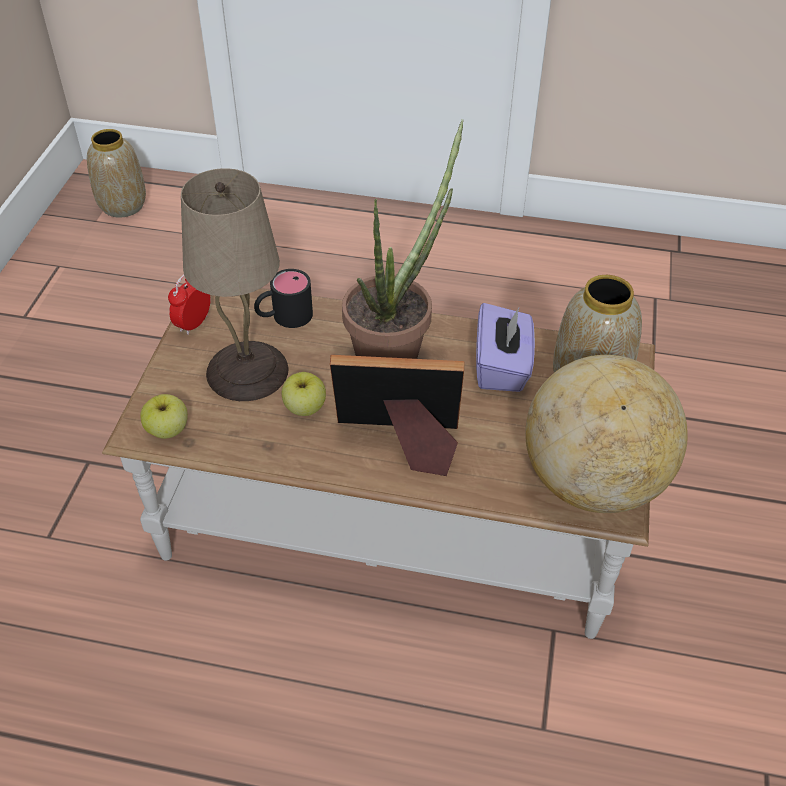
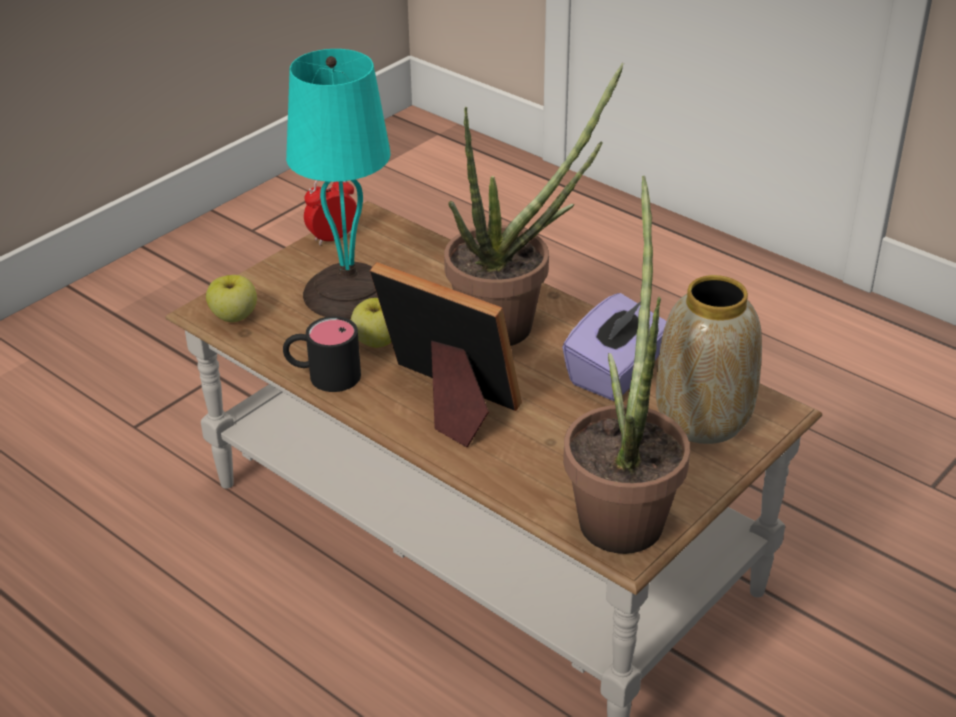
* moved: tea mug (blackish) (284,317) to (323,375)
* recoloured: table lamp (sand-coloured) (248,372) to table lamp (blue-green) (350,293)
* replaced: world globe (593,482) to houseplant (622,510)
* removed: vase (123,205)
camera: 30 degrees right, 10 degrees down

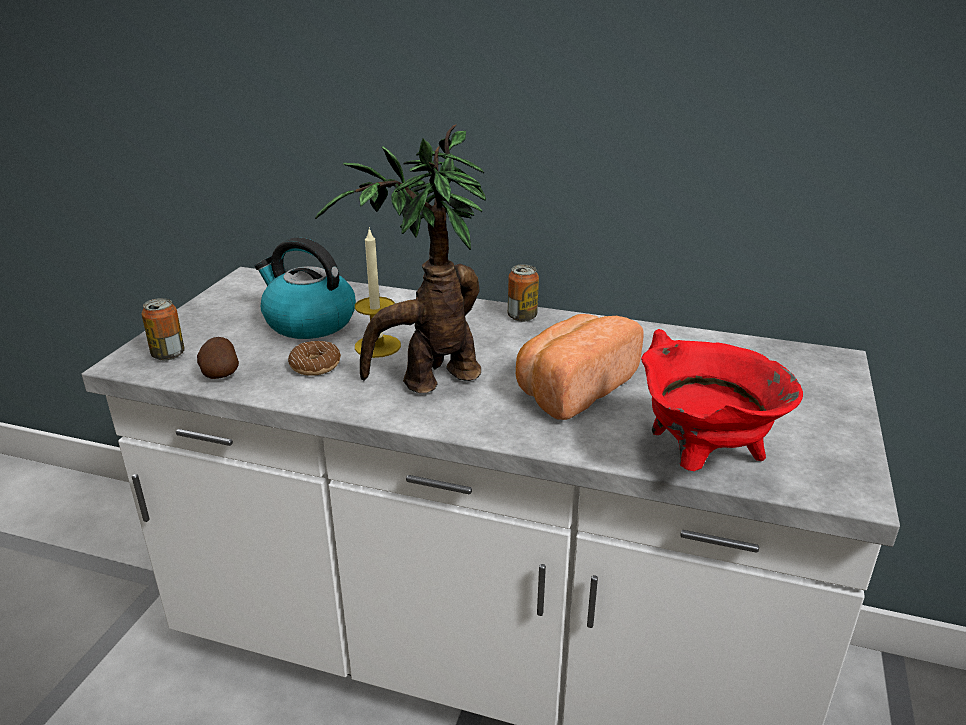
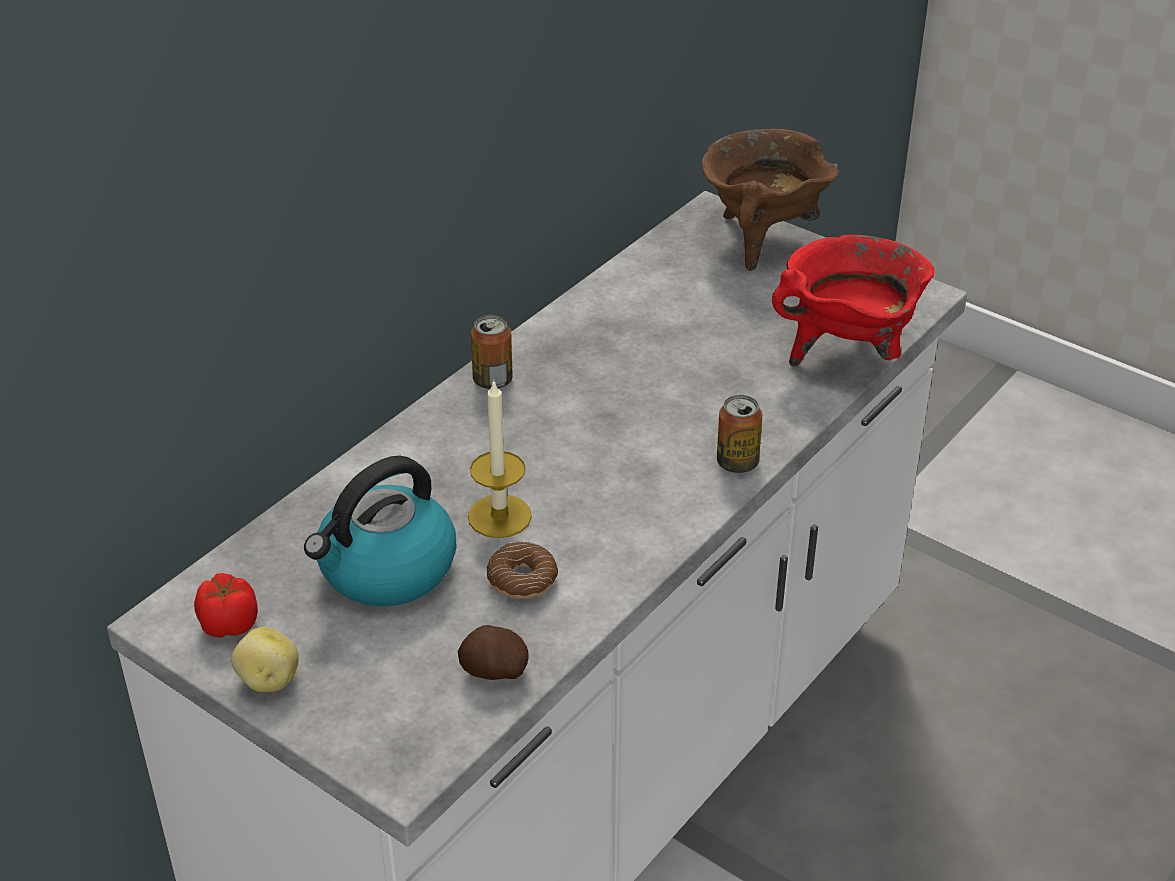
* added: fresh tomato (229,623)
* added: spud (268,680)
* added: stockpot (brownish) (761,240)
* moved: can (168,354) to (737,463)
* removed: houseplant (429,380)
* removed: baked bread (572,388)
camera: 70 degrees left, 10 degrees up

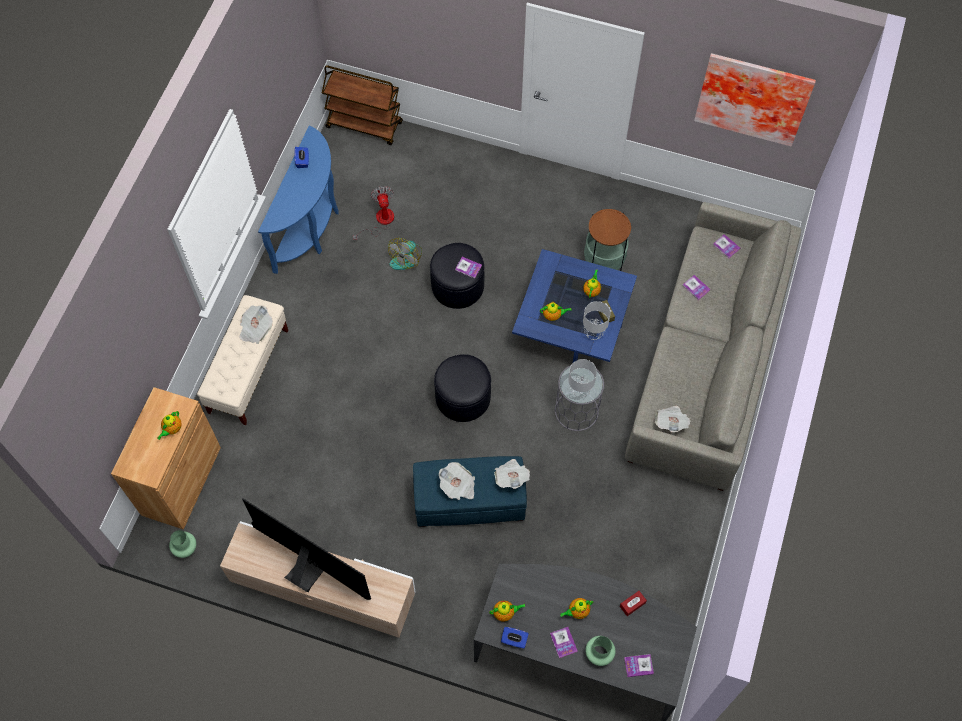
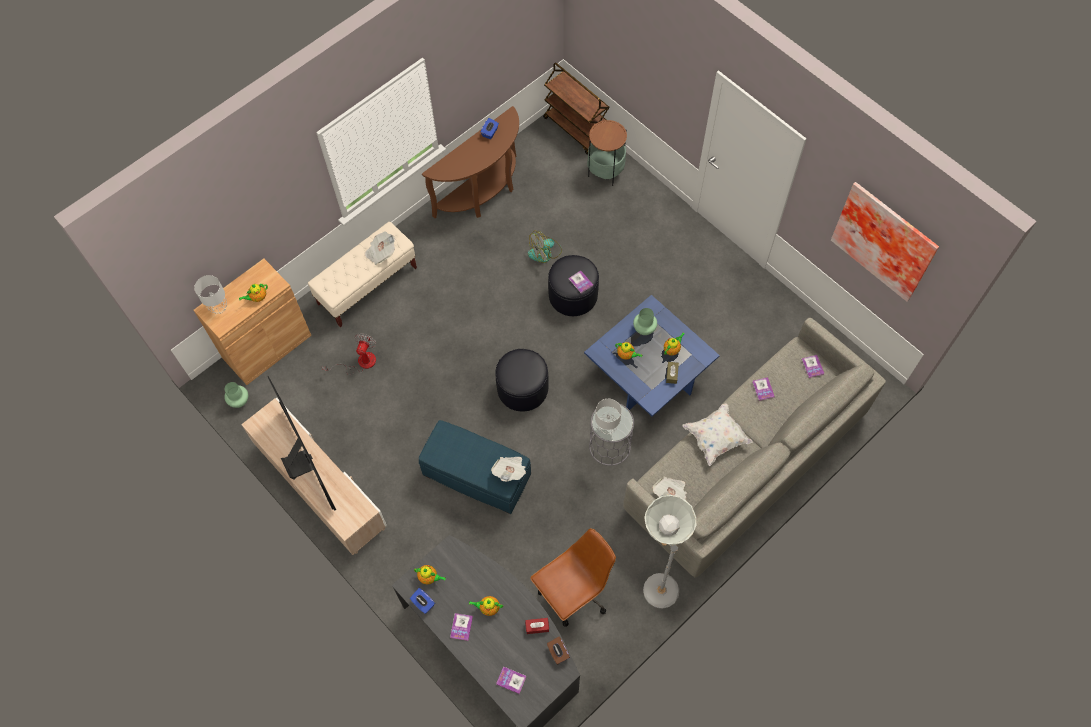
* moved: table lamp (grey) (593,334) to (219,308)
* moved: fan (380,221) to (360,362)
* recoloured: console table (bluish) (311,228) to console table (brownish) (483,193)
* added: desk chair (brownish) (574,592)
* added: tissue box (brownish) (558,652)
* moved: end table (603,261) to (605,171)
* moved: vase (green) (598,653) to (644,328)
* added: standing lamp (grey) (655,585)
* added: cushion (white-coloured) (716,438)
* removed: daily paper (458,486)
camera: 30 degrees right, 0 degrees up

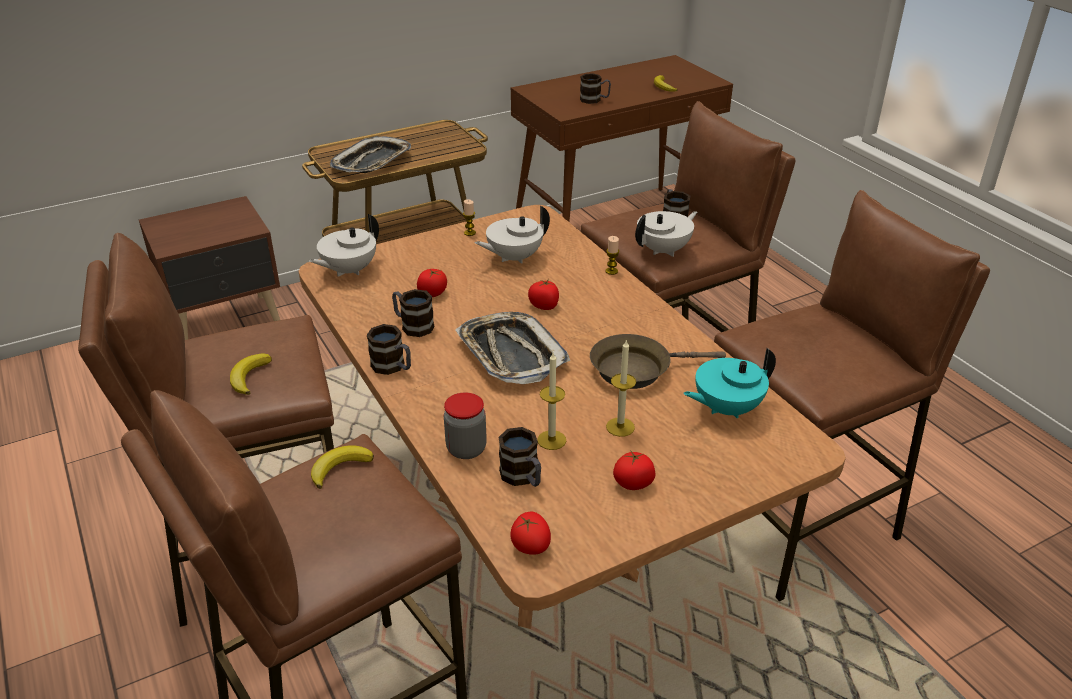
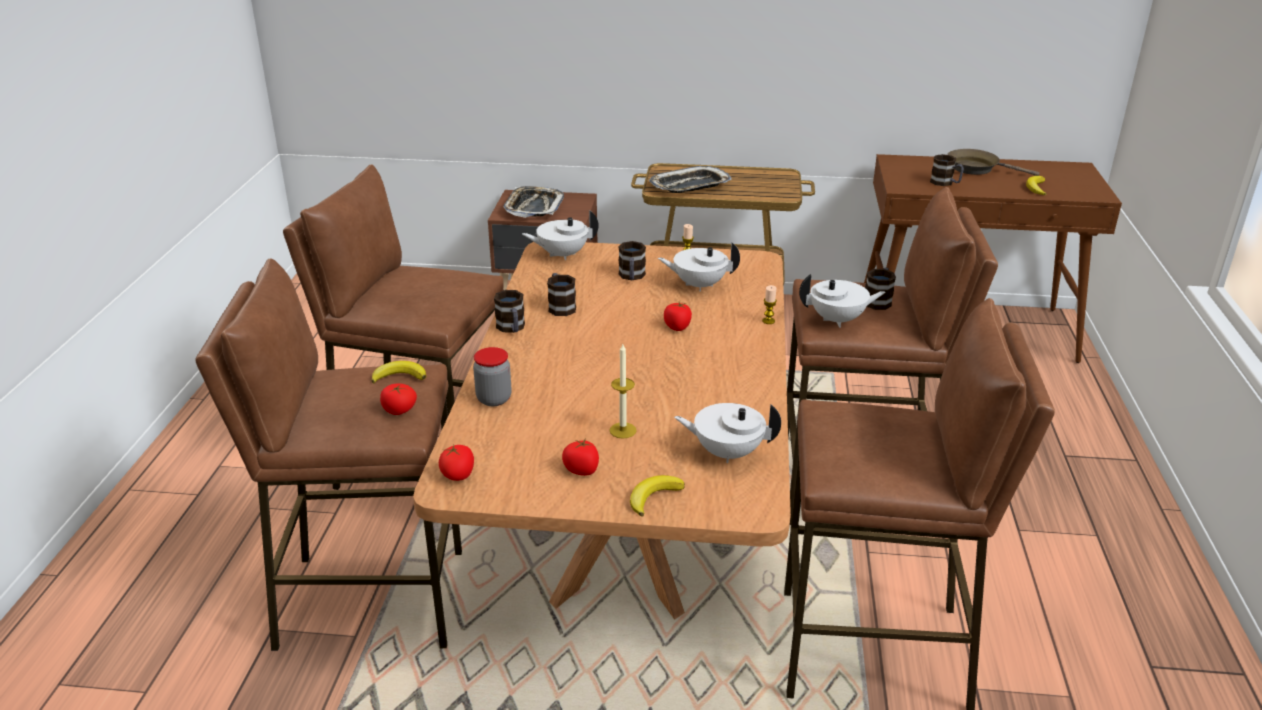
* moved: fresh tomato (432,293) to (399,411)
* moved: serving tray (511,354) to (533,207)
* moved: tea mug (523,477) to (631,277)
* moved: banana fruit (249,377) to (653,497)
* recoloured: pot for tea (blue-green) (726,408) to pot for tea (white-coloured) (727,452)
* moved: skillet (brownish) (636,369) to (976,168)
* removed: wax candle (551,440)
camera: 35 degrees right, 5 degrees down

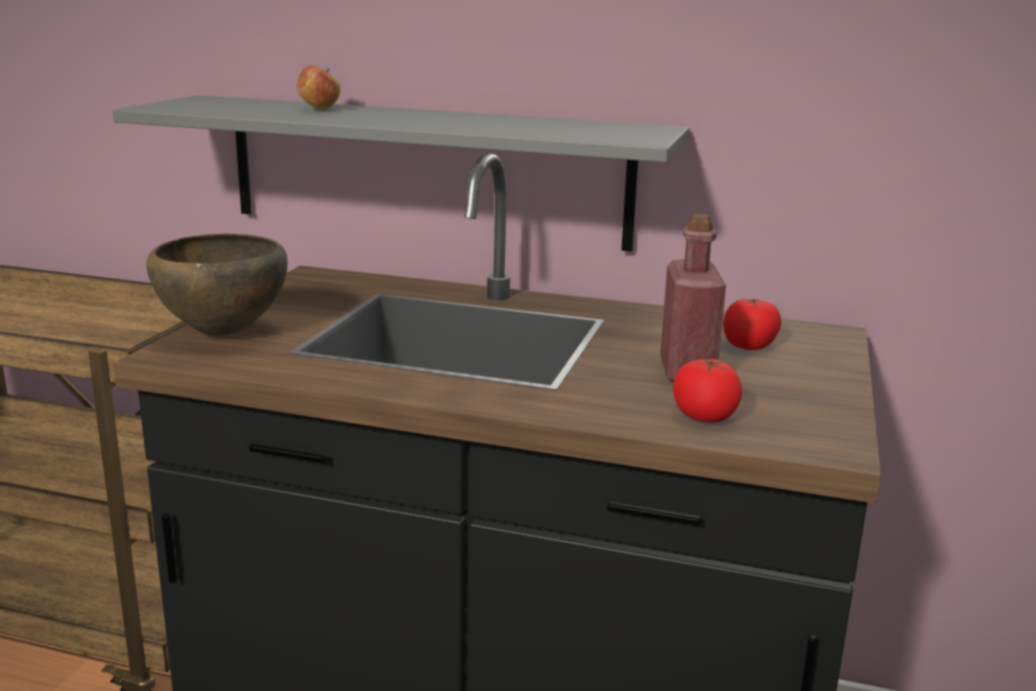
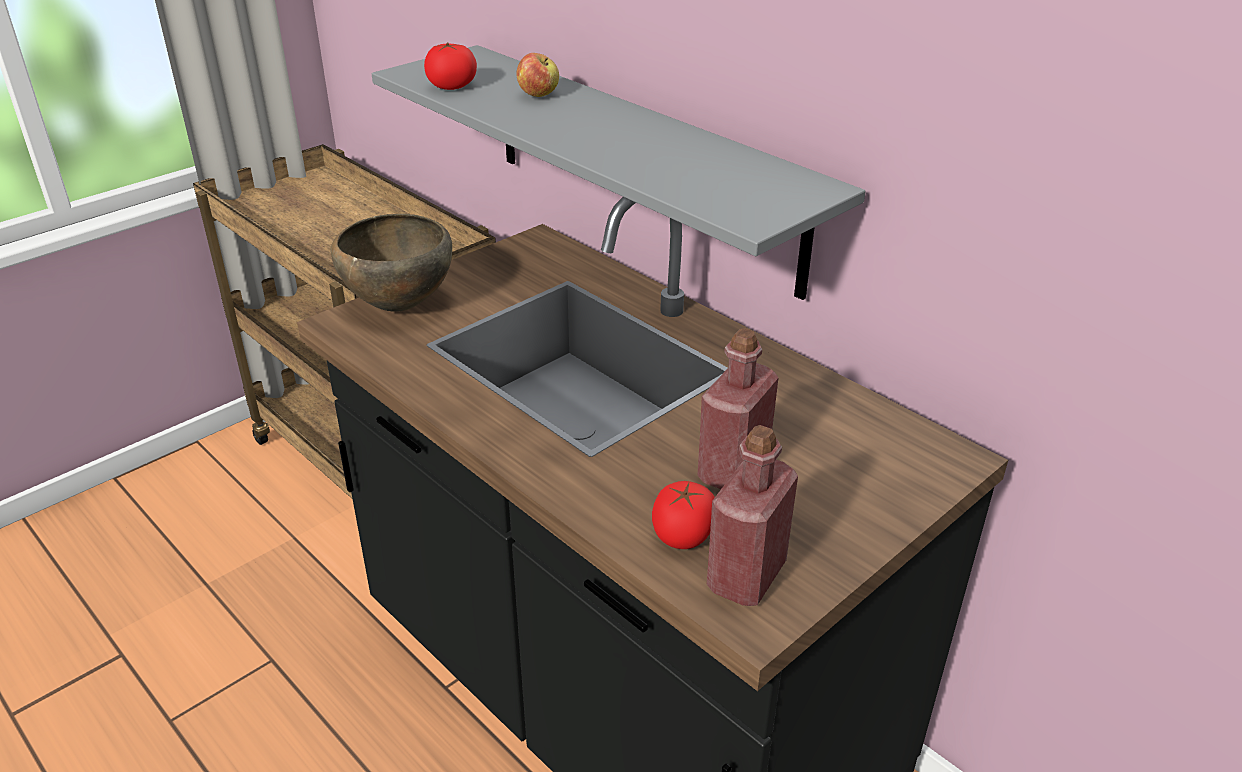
* moved: fresh tomato (748,346) to (452,86)
* added: bottle (reddish) (746,576)
camera: 30 degrees right, 15 degrees up

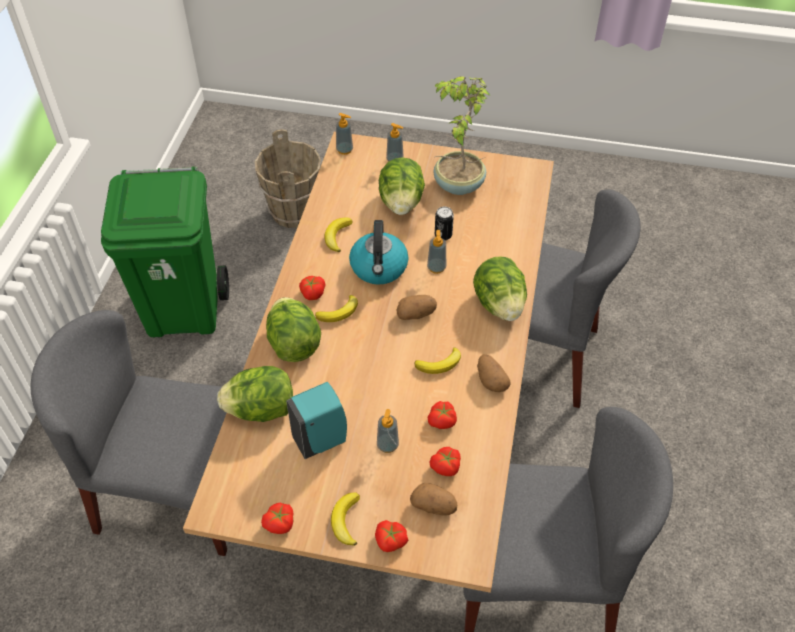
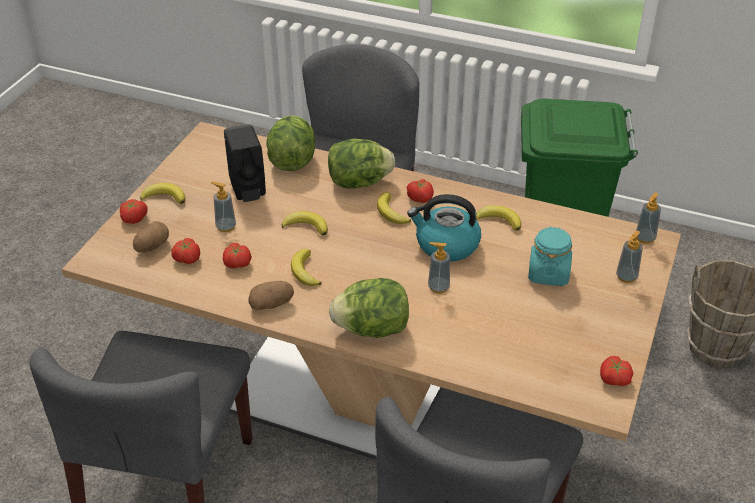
* recoloured: soap dispenser (blue-green) (322,440) to soap dispenser (blackish) (248,190)
* added: banana fruit (306,226)
* replaced: head of lettuce (401,203) to preserve jar (blue-green) (548,273)
* moved: fresh tomato (280,524) to (613,379)
* removed: spud (416,314)
* removed: houseplant (457,185)
* removed: can (443,235)
camera: 100 degrees right, 10 degrees down

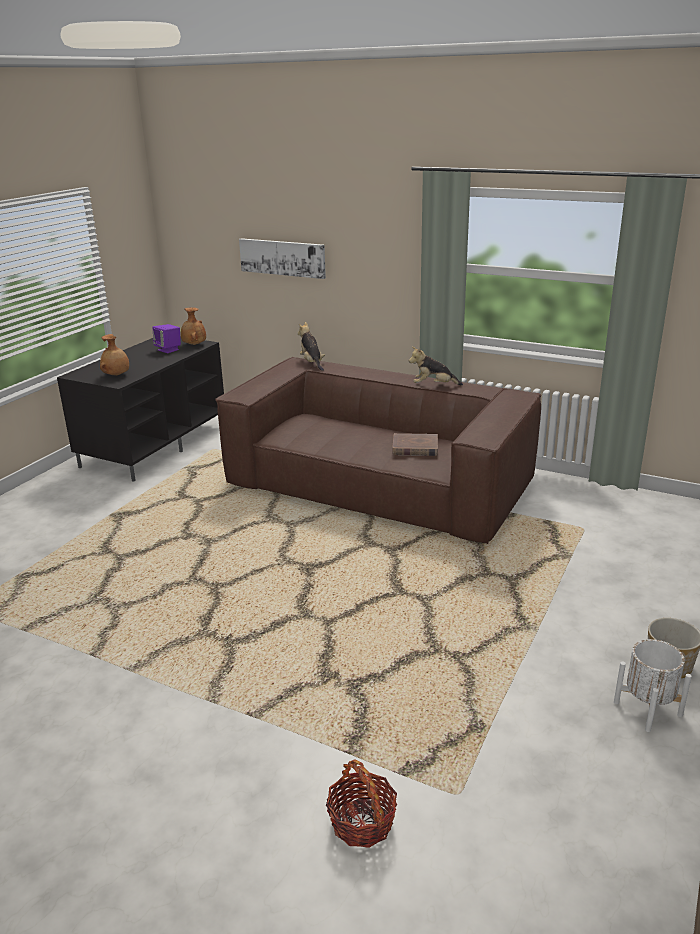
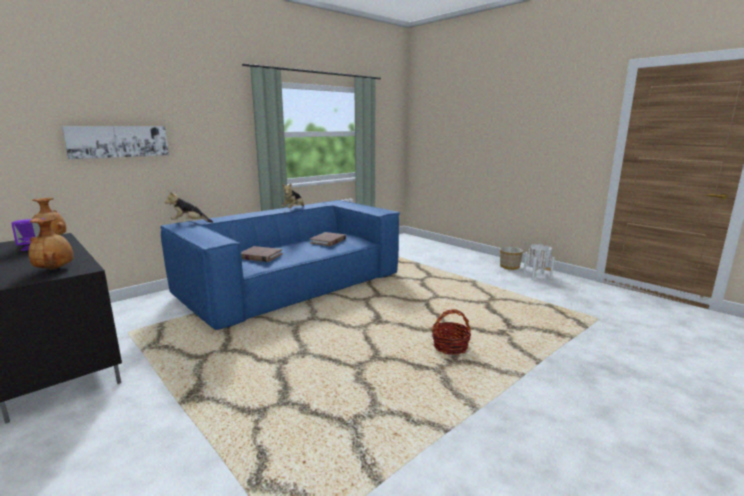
* recoloured: sofa (brownish) (378,485) to sofa (bluish) (292,285)
* added: bound book (brownish) (260,256)
* moved: household basket (362,822) to (450,347)
camera: 70 degrees left, 10 degrees down

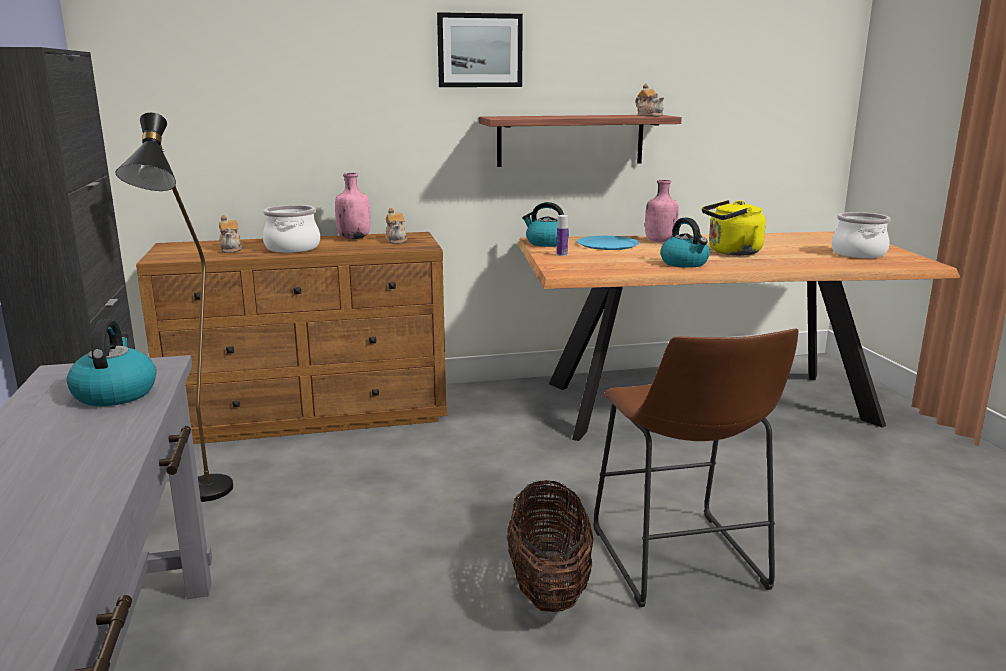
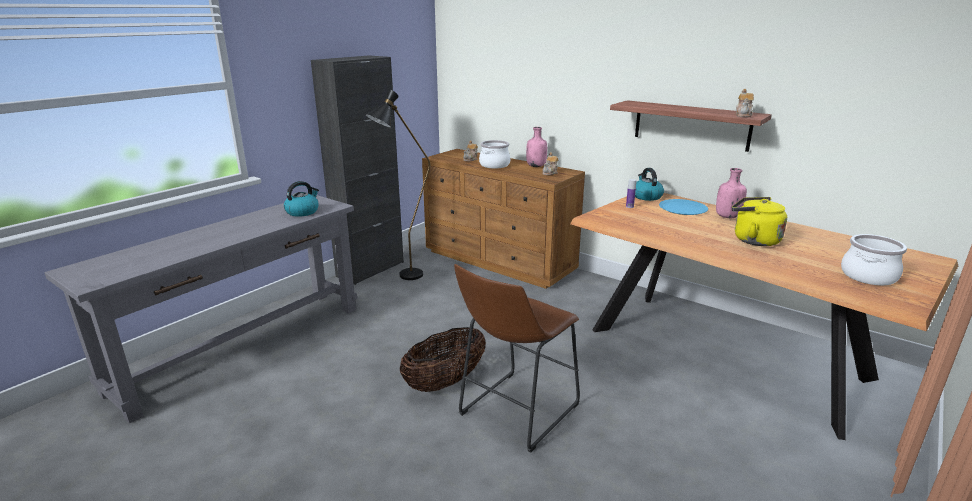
* removed: wall art (479,50)
* removed: tea kettle (685,263)
camera: 50 degrees right, 5 degrees up

